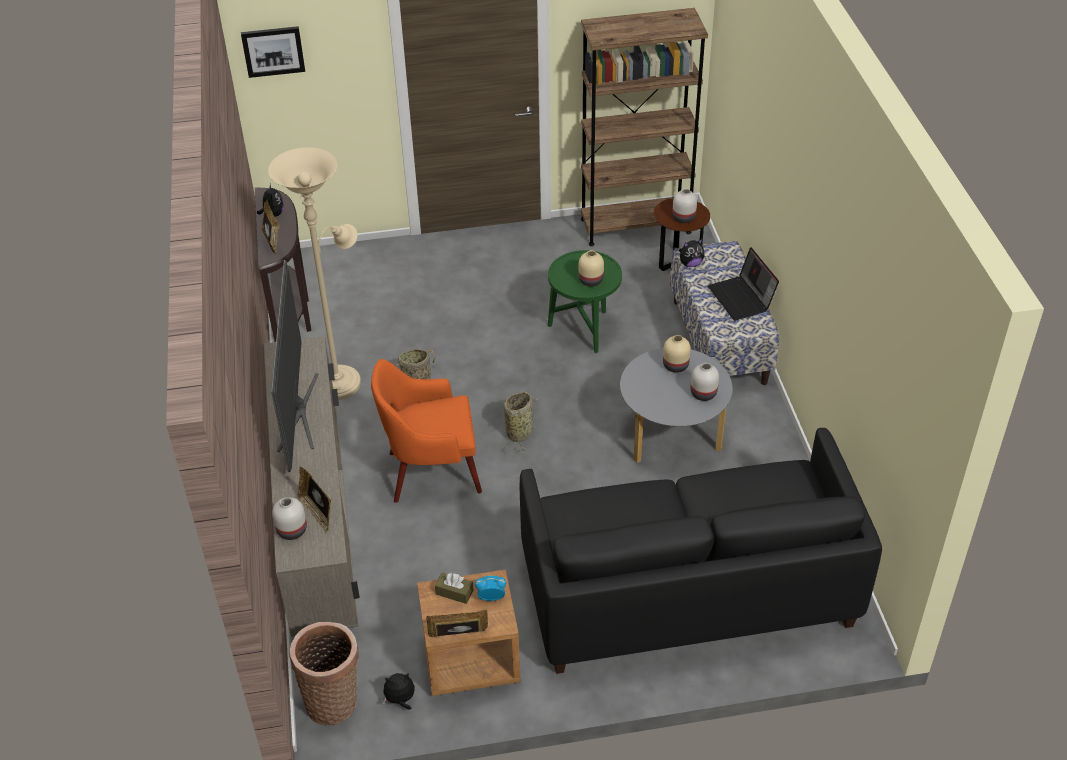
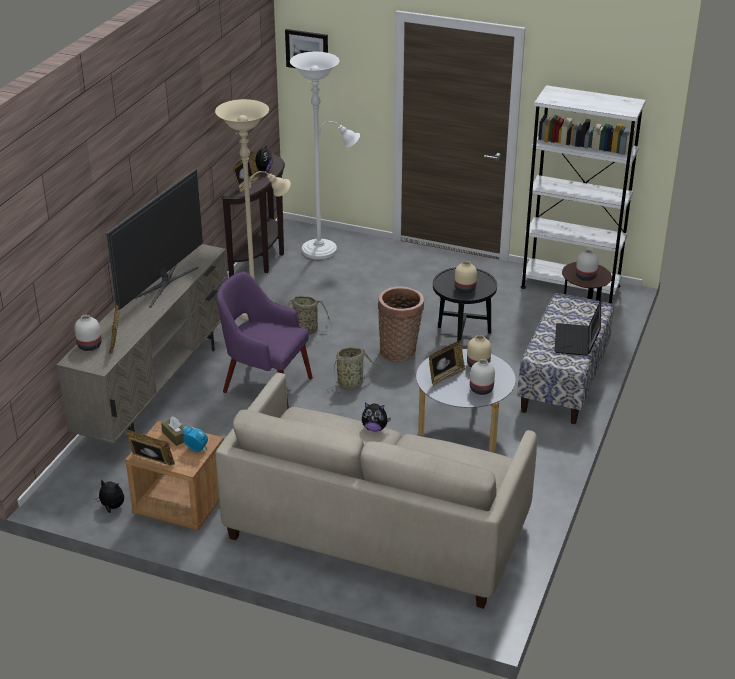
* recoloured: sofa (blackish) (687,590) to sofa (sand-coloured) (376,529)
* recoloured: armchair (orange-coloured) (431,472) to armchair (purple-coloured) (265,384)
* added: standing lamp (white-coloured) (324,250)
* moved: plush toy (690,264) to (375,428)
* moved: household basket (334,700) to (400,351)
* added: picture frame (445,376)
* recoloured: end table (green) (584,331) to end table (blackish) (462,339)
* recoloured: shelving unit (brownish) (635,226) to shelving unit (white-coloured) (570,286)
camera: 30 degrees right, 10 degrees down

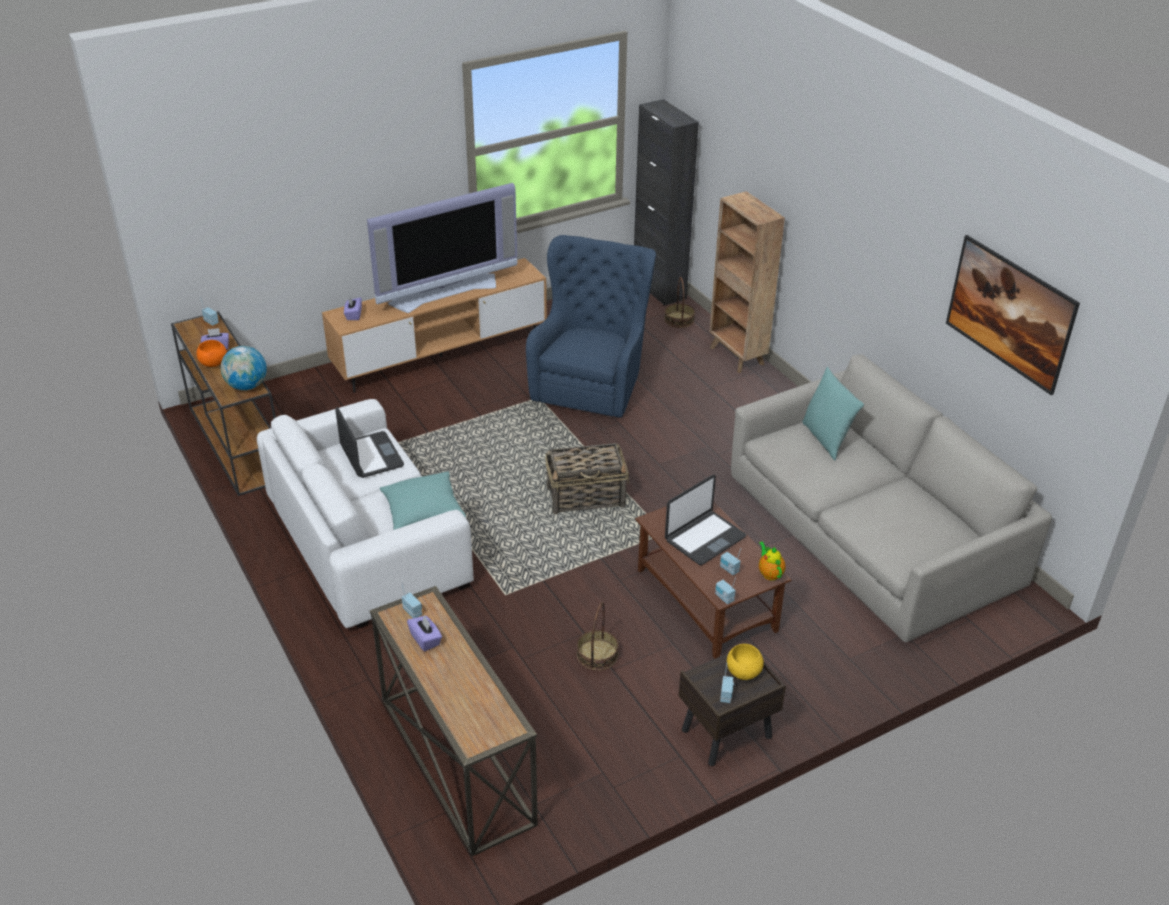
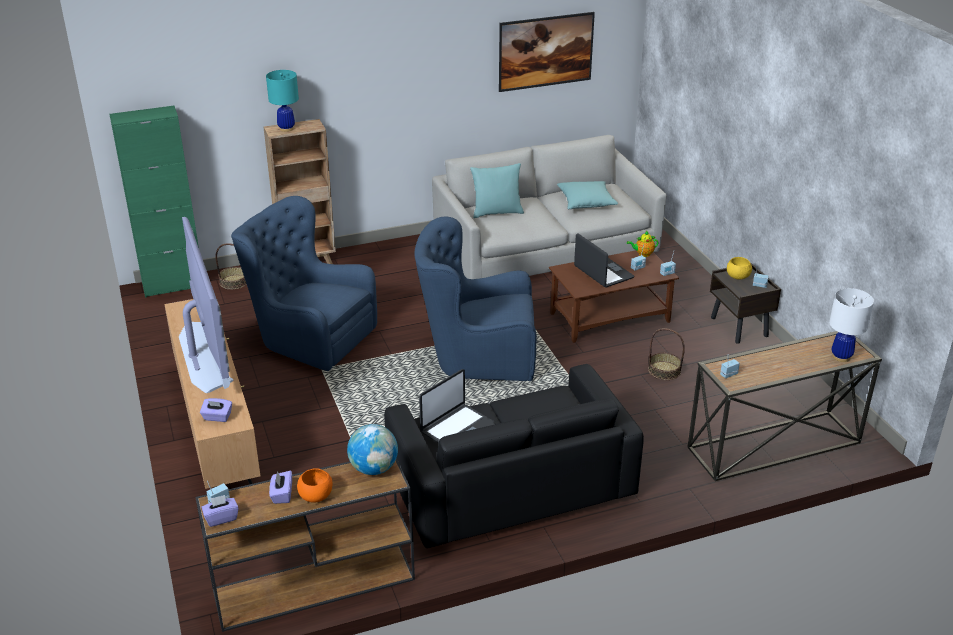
* recoloured: storage cabinet (blackish) (659,288) to storage cabinet (green) (173,285)
* moved: tissue box (purple-coloured) (425,640) to (221,518)
* added: table lamp (blue-green) (286,128)
* recoloured: sofa (white-coloured) (366,541) to sofa (blackish) (510,485)
* replaced: household basket (586,497) to armchair (bluish) (477,357)
* turned: laptop (371,456) = (457,428) 150 degrees clockwise
* moved: cushion (blue-green) (423,511) to (586,202)
* added: table lamp (white-coloured) (841,357)
camera: 80 degrees left, 5 degrees down

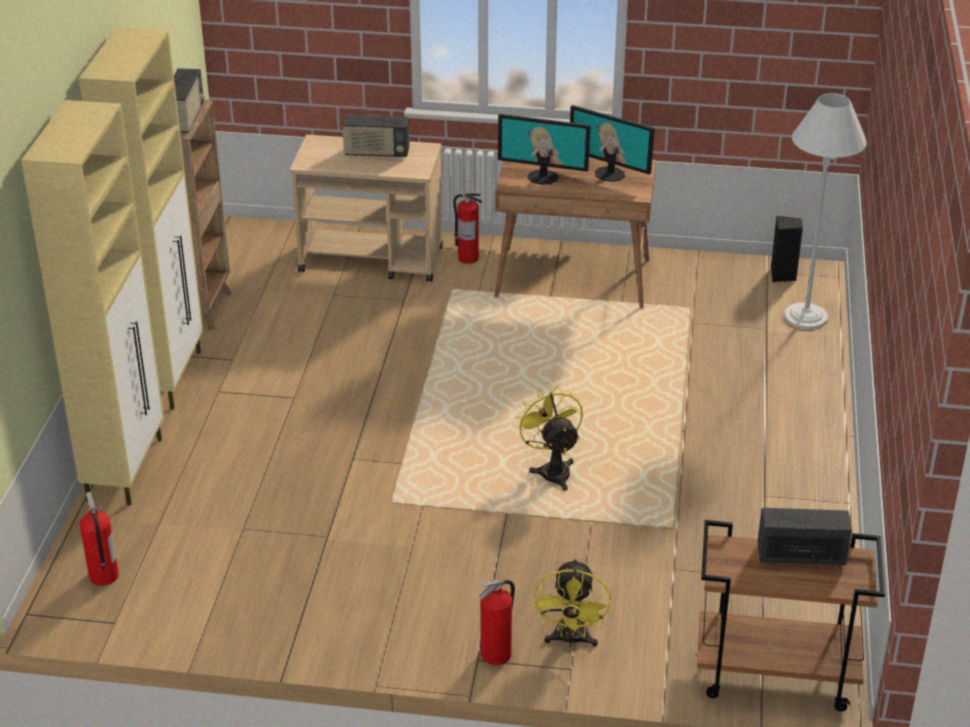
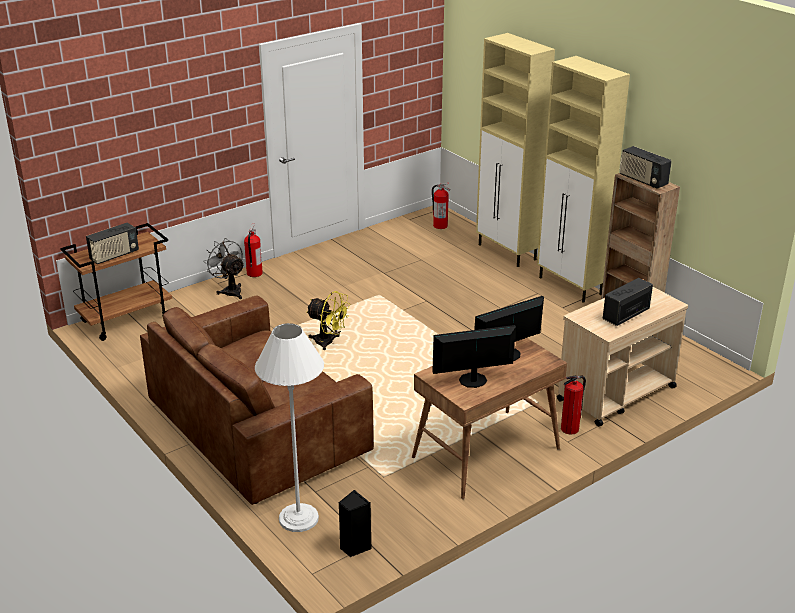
* added: sofa (brownish) (256,426)
* recoloured: fan (yellow-coloured) (571,640) to fan (grey) (230,290)
camera: 135 degrees right, 5 degrees down

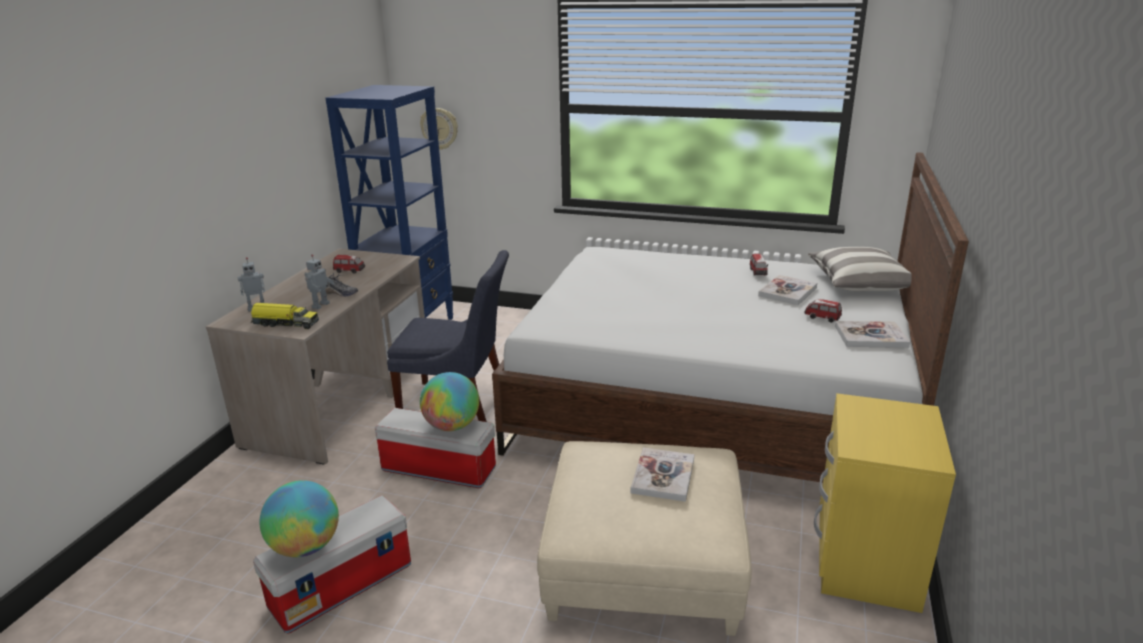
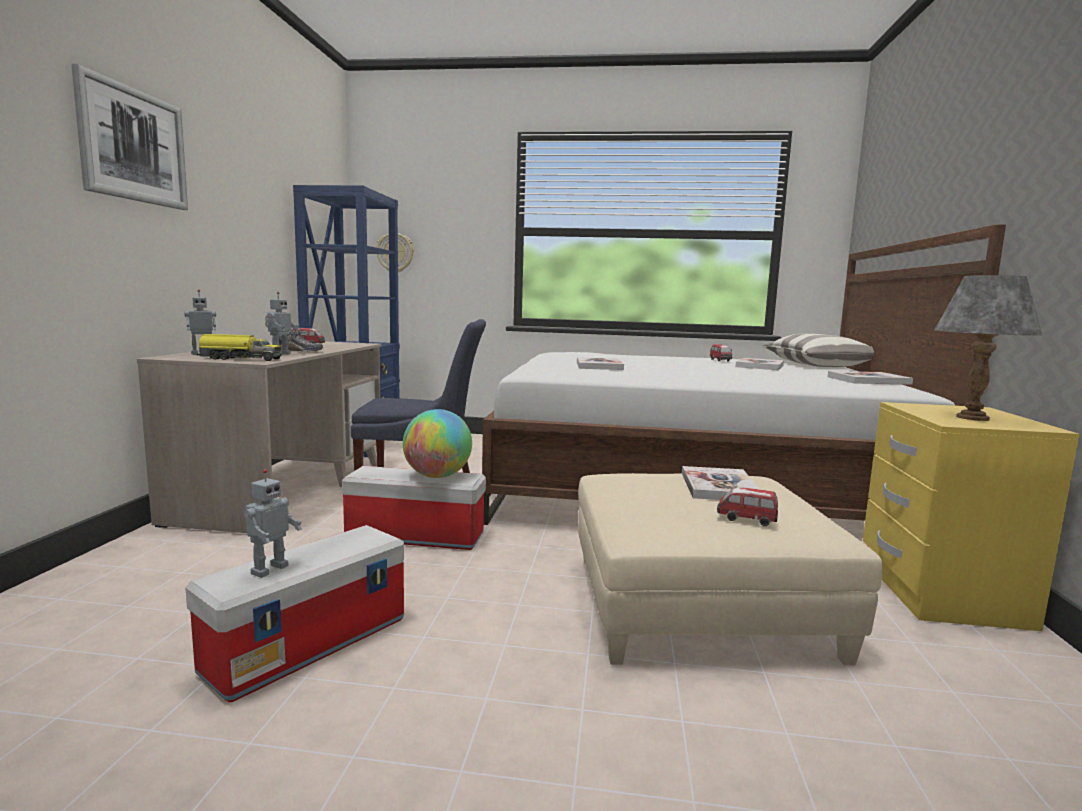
* added: wall art (133,145)
* replaced: world globe (305,547) to toy robot (268,569)
* added: bound book (599,366)
* moved: miniature car (822,318) to (746,519)
* added: table lamp (grey) (972,417)
camera: 10 degrees left, 15 degrees down

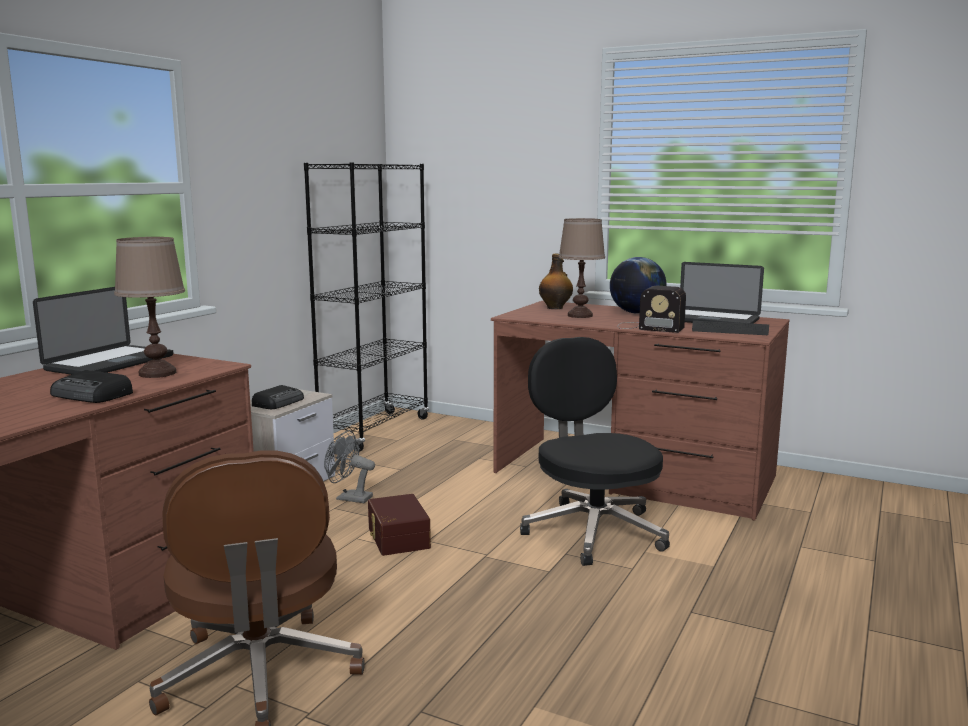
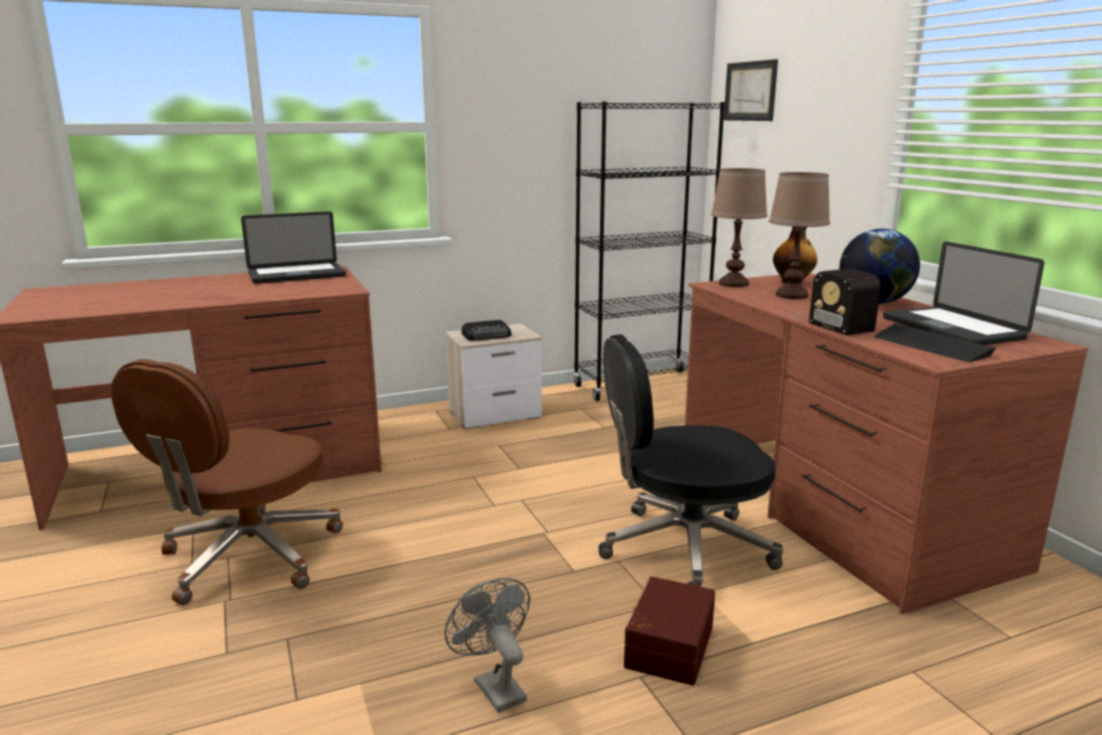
* moved: fan (grey) (349,498) to (494,686)
* turned: desk chair (blackish) (592,530) = (683,549) 120 degrees counterclockwise
* moved: storage container (brownish) (397,538) to (666,646)
* moved: table lamp (brownish) (157,373) to (733,284)
* added: wall art (750,91)
* removed: radio receiver (92,395)
camera: 40 degrees right, 5 degrees up

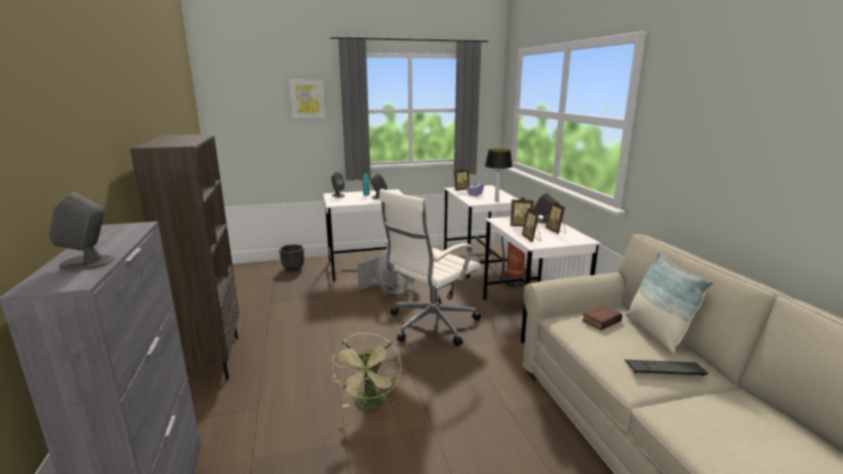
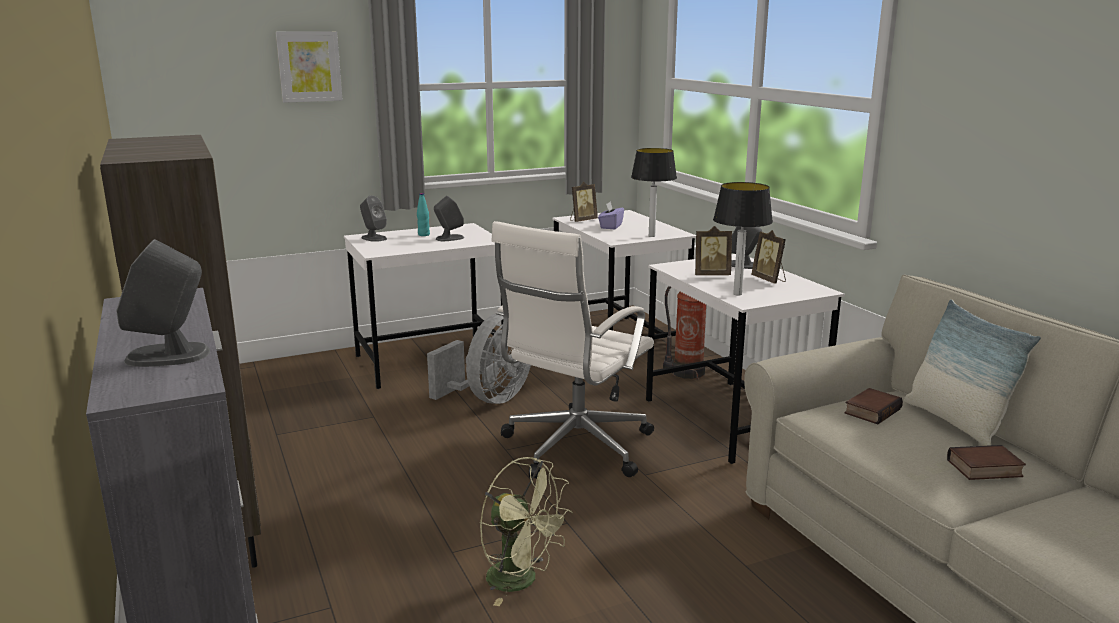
* turned: fan (green) (370,405) = (522,581) 45 degrees counterclockwise
* replaced: picture frame (531,239) to table lamp (738,294)
* replaced: PC keyboard (664,369) to bound book (984,469)
* removed: flower pot (blackish) (293,268)
camera: 10 degrees left, 0 degrees up

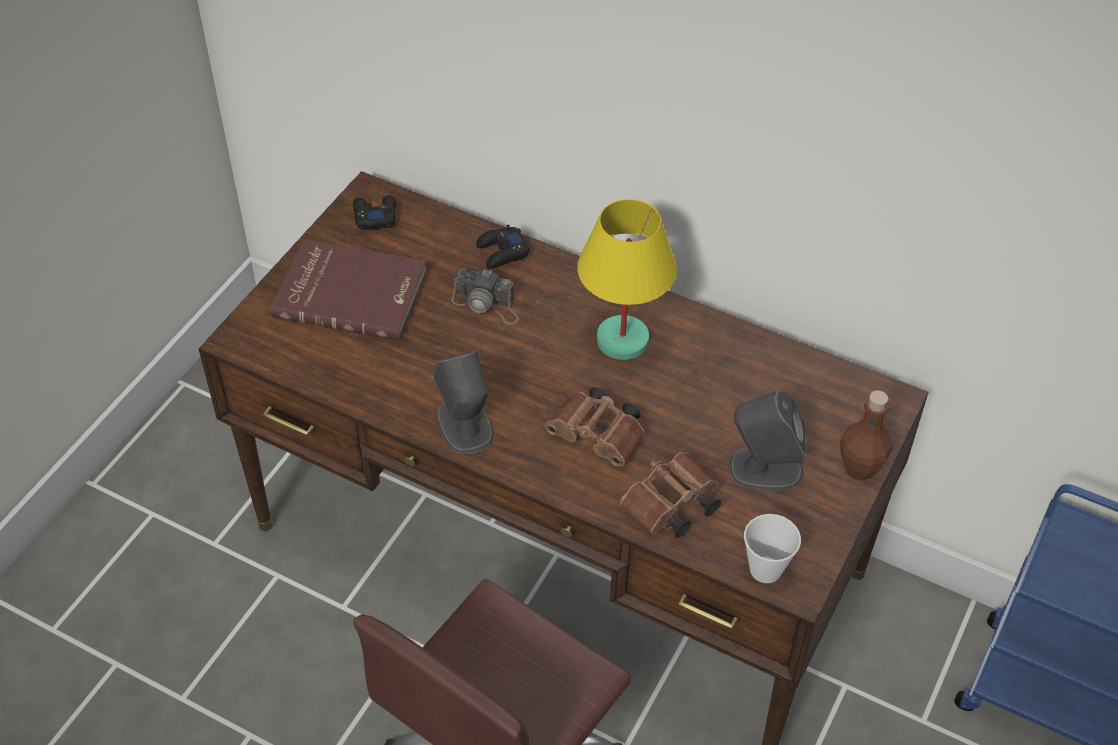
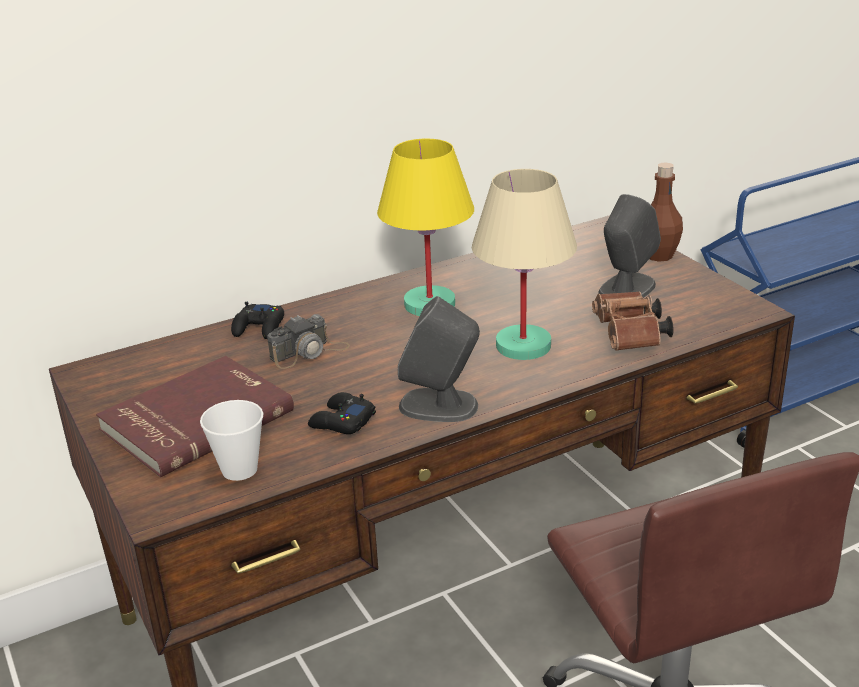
* moved: cup (765,569) to (239,470)
* moved: gamepad (blackish) (375,216) to (341,421)
* replaced: field glasses (brownish) (599,437) to table lamp (sand-coloured) (523,345)
camera: 55 degrees left, 20 degrees down

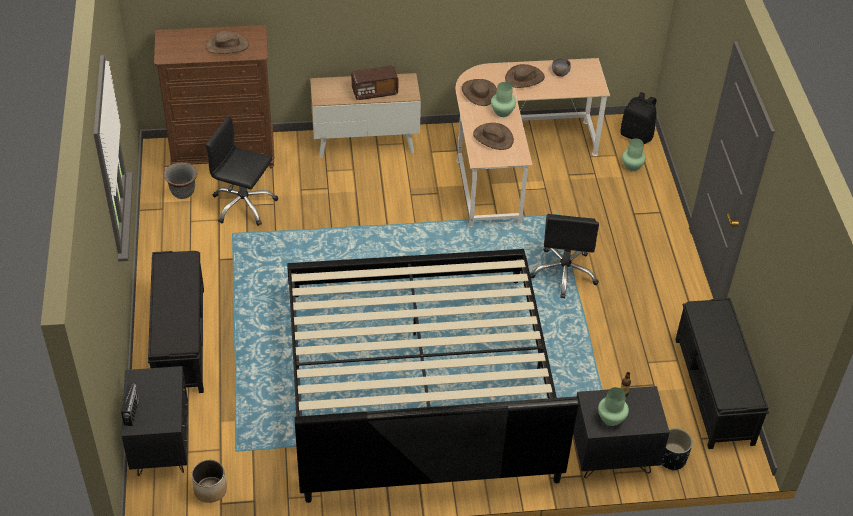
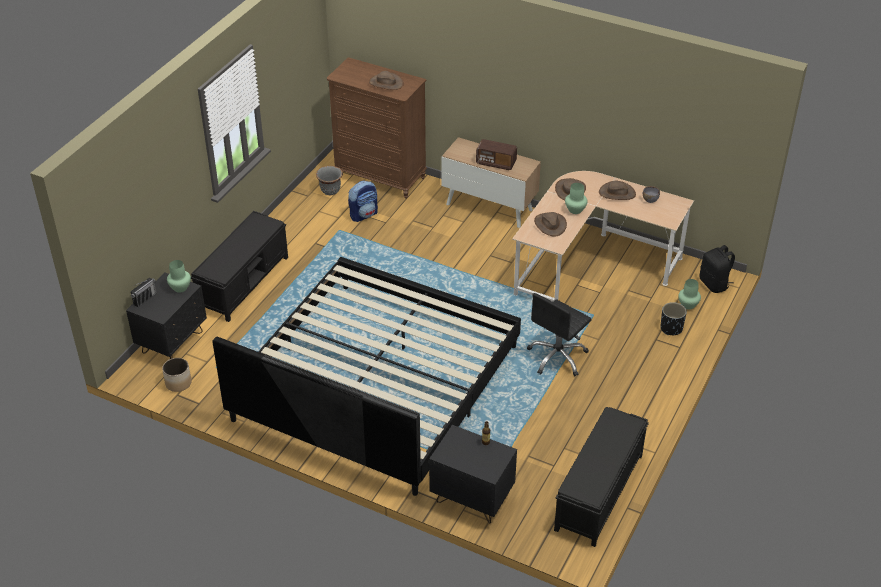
* moved: vase (green) (611,418) to (180,287)
* replaced: desk chair (blackish) (243,205) to backpack (364,215)
* moved: flower pot (blackish) (672,459) to (671,328)
camera: 35 degrees right, 5 degrees down

